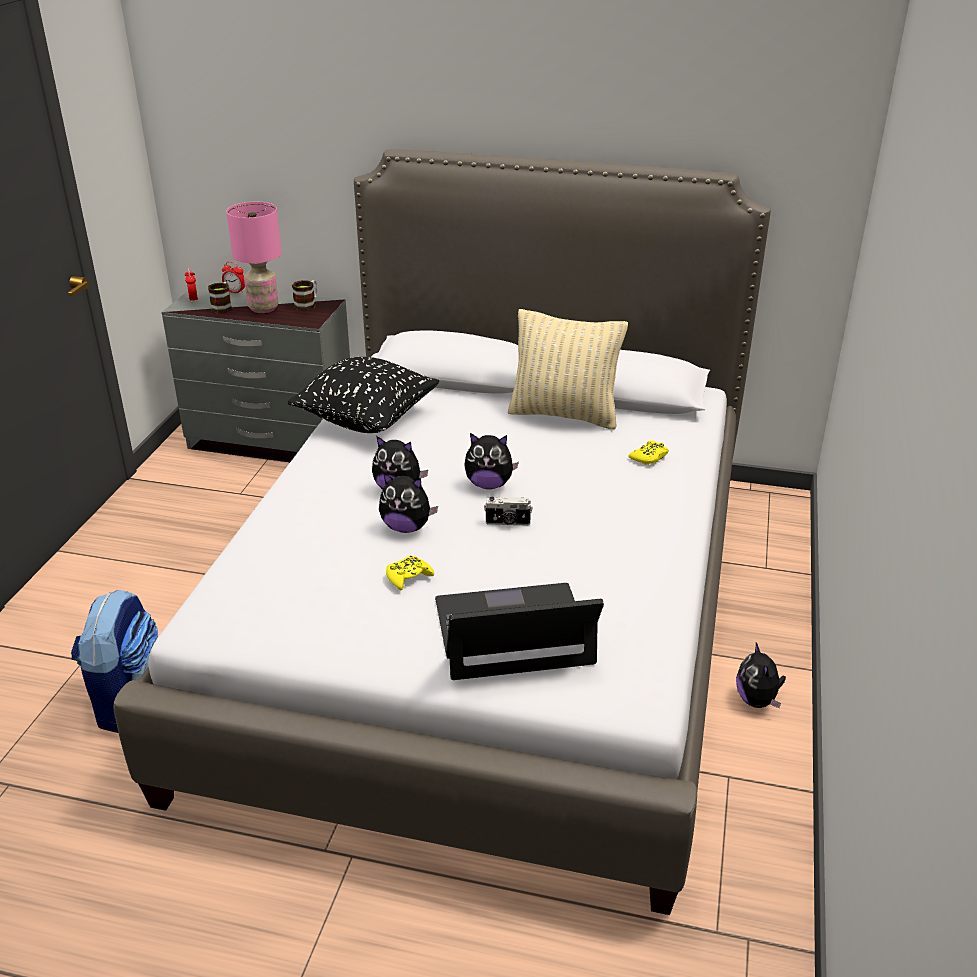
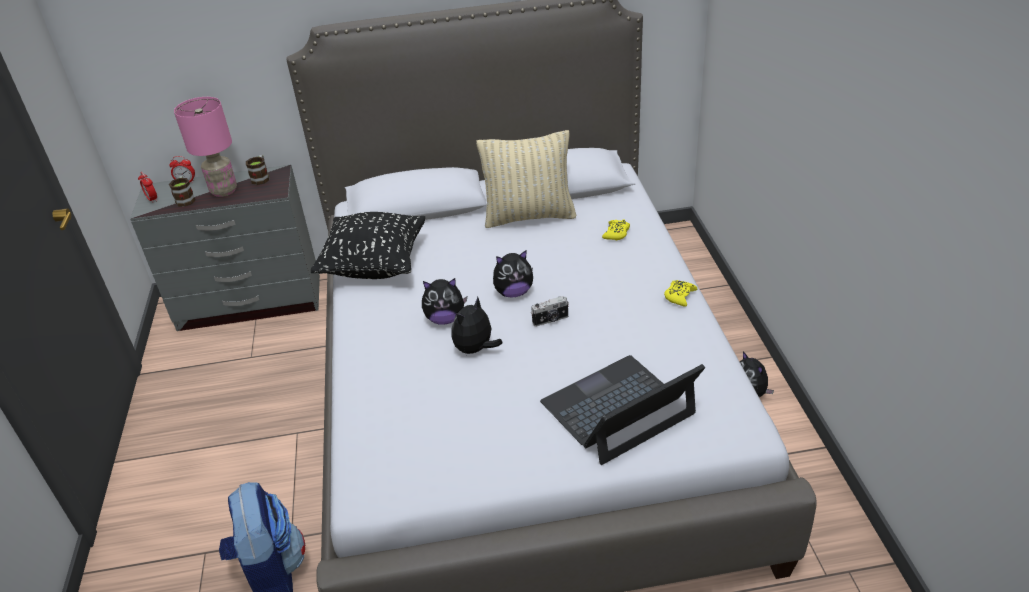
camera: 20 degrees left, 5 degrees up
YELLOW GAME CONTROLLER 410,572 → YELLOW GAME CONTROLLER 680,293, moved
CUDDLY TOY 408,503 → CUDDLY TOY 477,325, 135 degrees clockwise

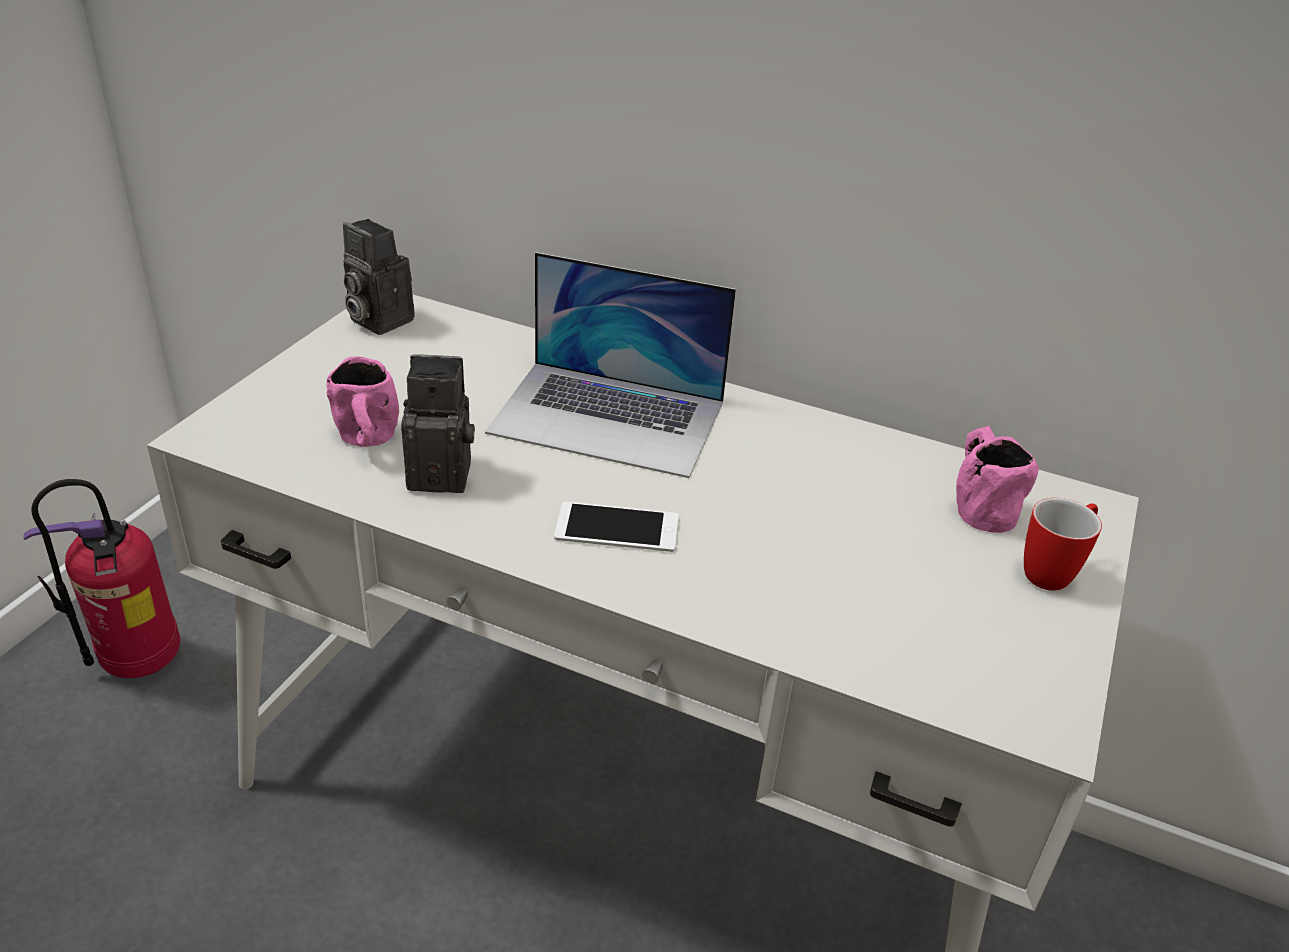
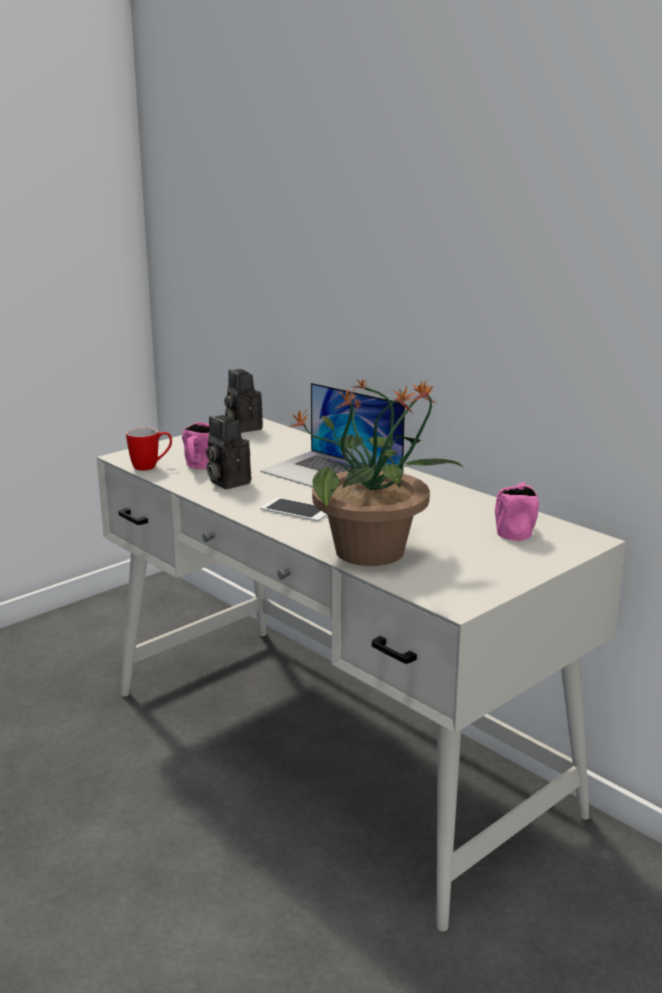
camera: 25 degrees right, 15 degrees down
FIRE EXTINGUISHER 101,578 → -
- → POTTED PLANT 376,472
MUG 1063,544 → MUG 149,449, moved
STILL CAMERA 438,423 → STILL CAMERA 228,452, 150 degrees counterclockwise

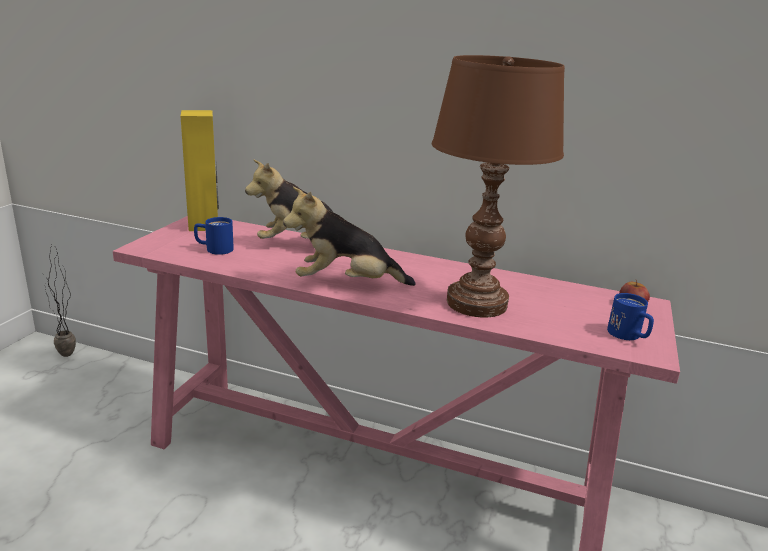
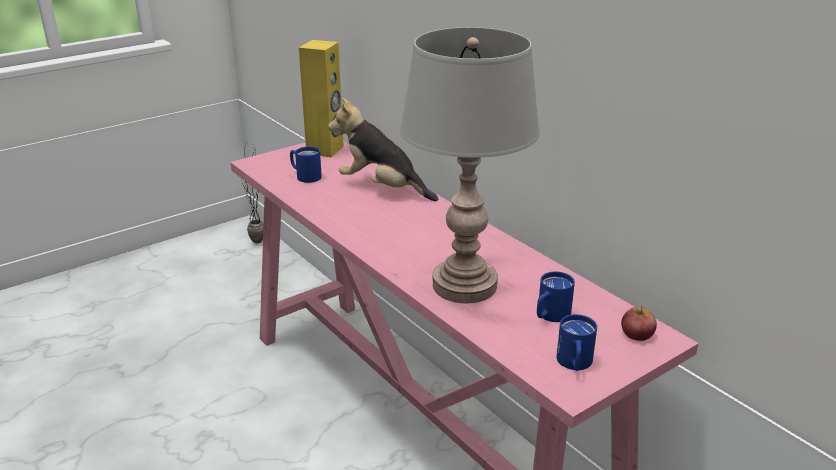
camera: 35 degrees right, 5 degrees up
CUDDLY TOY 349,236 → -
- → BLUISH MUG 556,297
BROWN-COLOURED LAMP FOR A TABLE 498,186 → GRAY LAMP FOR A TABLE 470,165

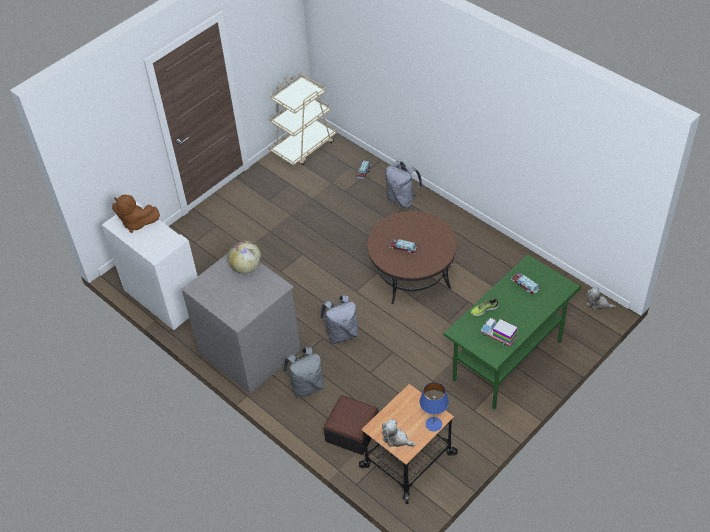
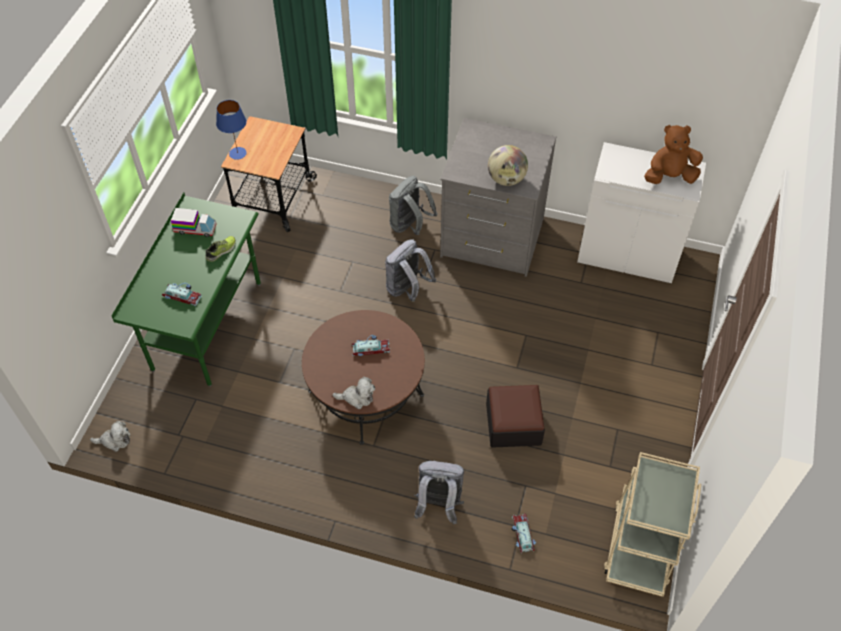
camera: 150 degrees right, 5 degrees up
FOOTREST 351,425 → FOOTREST 515,416, moved
CUDDLY TOY 398,433 → CUDDLY TOY 353,393, moved

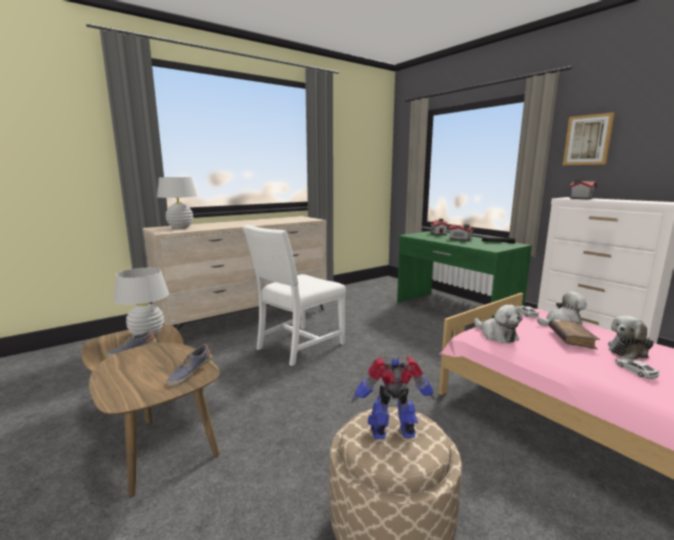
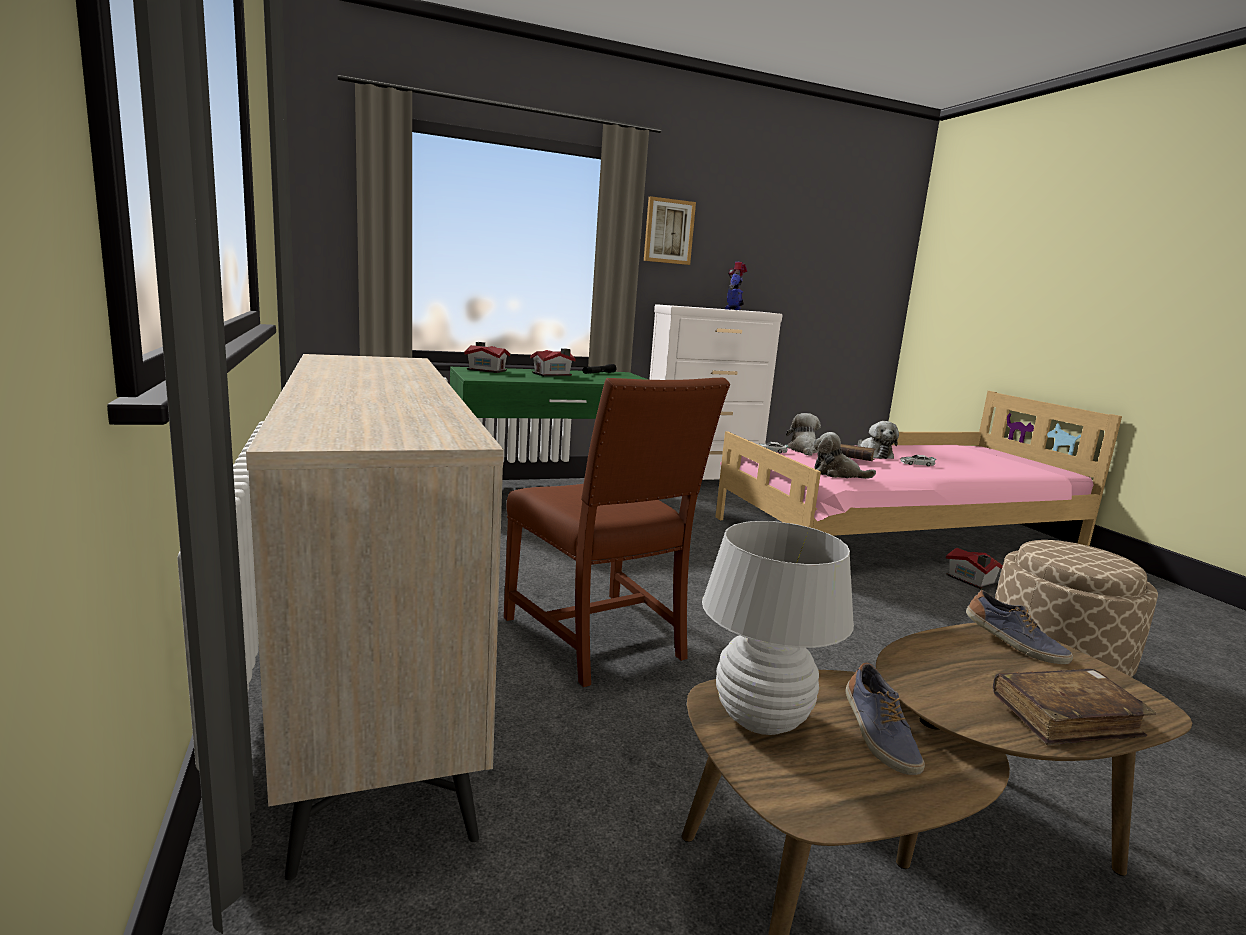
camera: 75 degrees left, 0 degrees up
WHITE-COLOURED LAMP FOR A TABLE 177,203 → -
- → BROWN-COLOURED BOOK 1074,707
ROBOT FIGURE 393,397 → ROBOT FIGURE 736,285, moved
MINIATURE HOUSE 583,189 → MINIATURE HOUSE 974,568, moved
WHITE-COLOURED PLAIN CHAIR 294,295 → BROWN-COLOURED PLAIN CHAIR 617,532
CUDDLY TOY 498,324 → CUDDLY TOY 844,455, 150 degrees counterclockwise

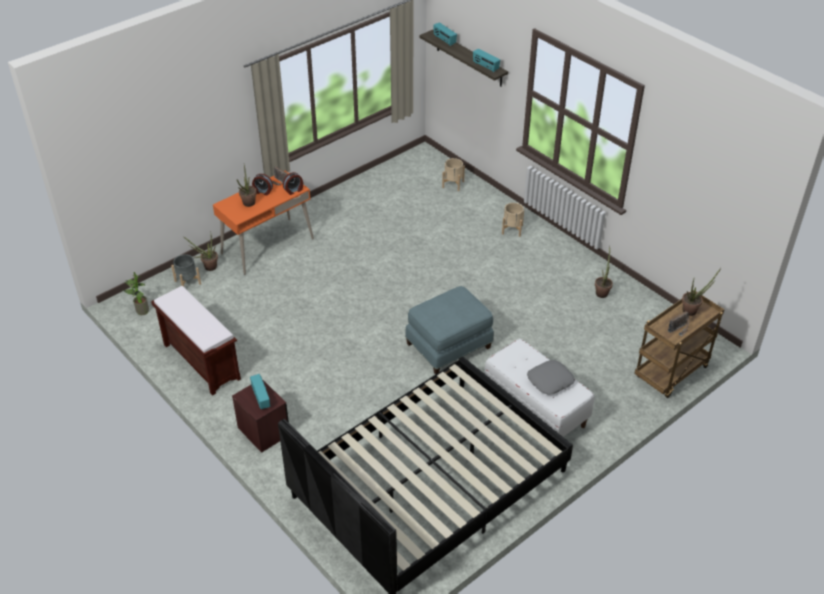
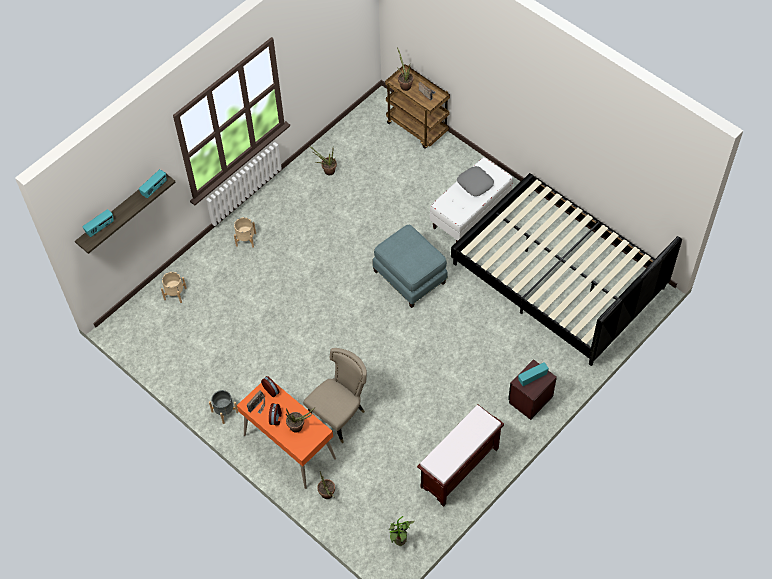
camera: 95 degrees left, 15 degrees up
- → SAND-COLOURED PLAIN CHAIR 335,395
GRAY PLANTER 186,270 → GRAY PLANTER 223,407, moved

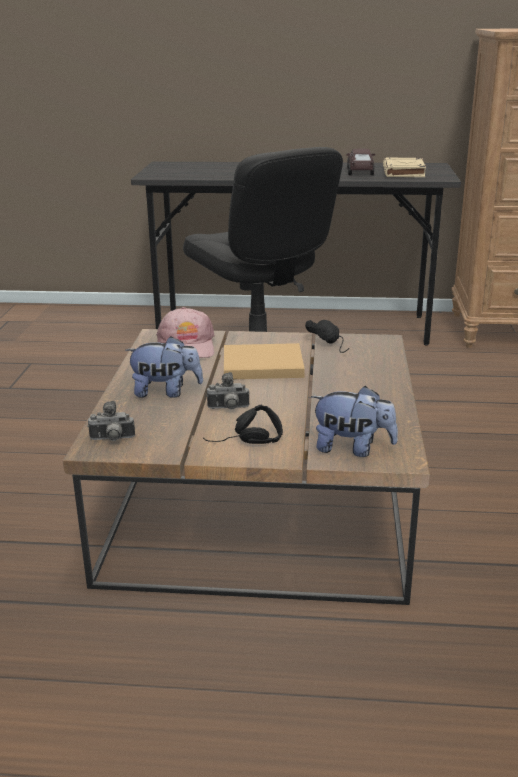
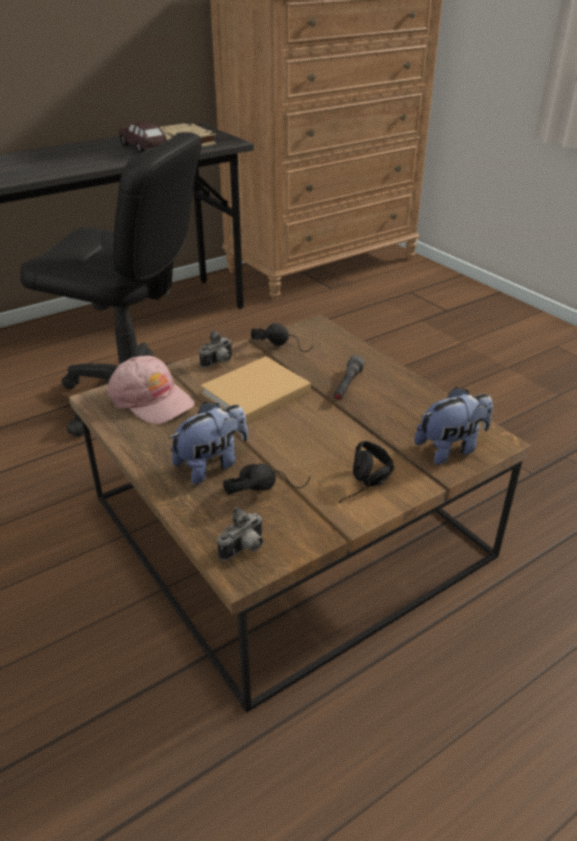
camera: 40 degrees left, 10 degrees up
- → BLACKISH HEADPHONES 266,479
- → GRAY HAND TORCH 349,377
STILL CAMERA 228,390 → STILL CAMERA 215,349, moved

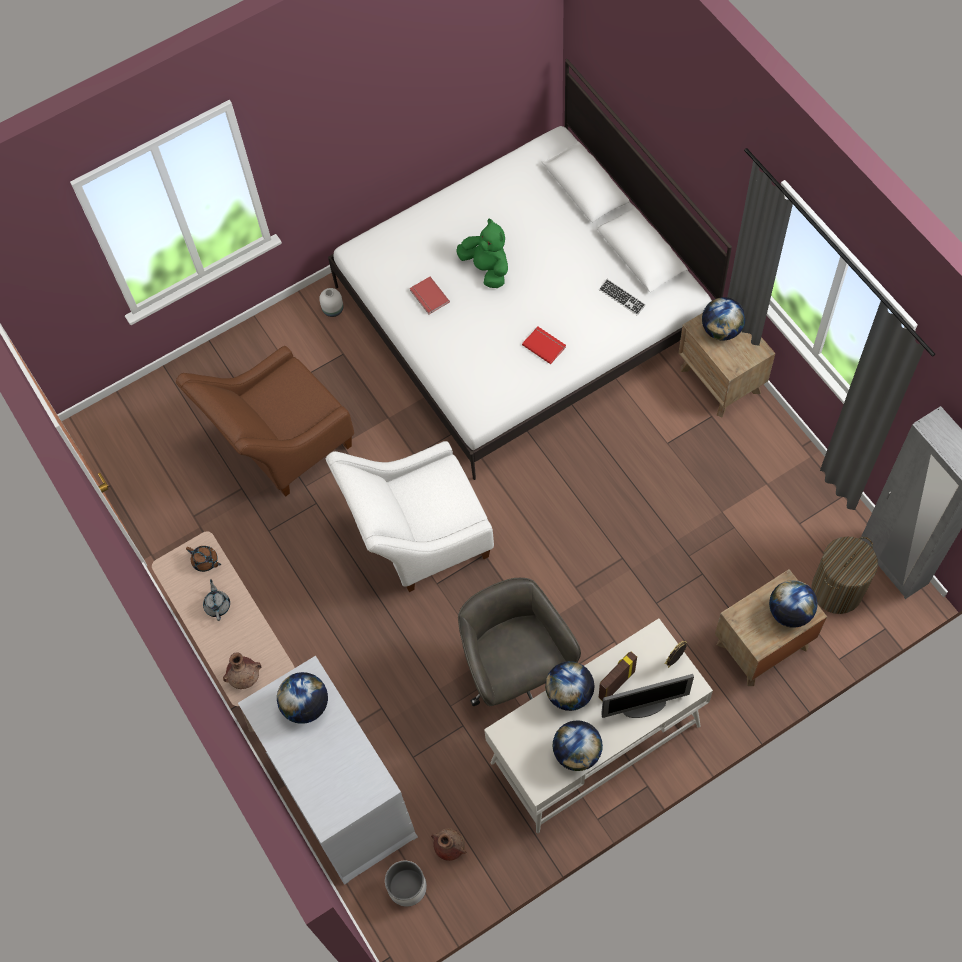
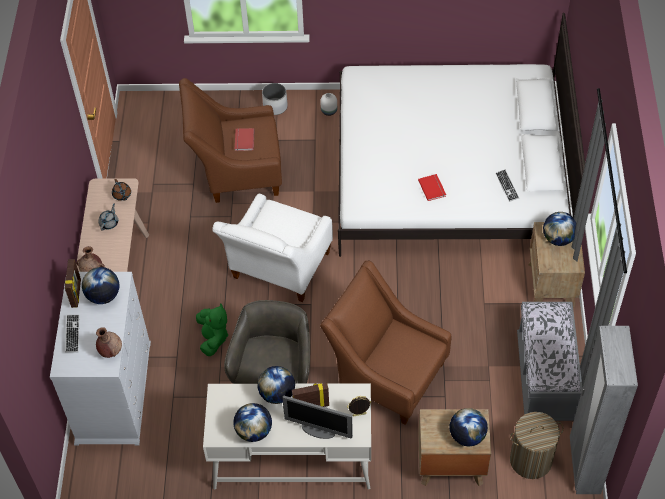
camera: 30 degrees right, 10 degrees down
- → PHOTO FRAME 73,283
- → COMPUTER KEYBOARD 72,333
- → BROWN-COLOURED LOUNGE CHAIR 385,343
- → GRAY INDOOR BENCH 550,361
WHITE-COLOURED PLANTER 406,884 → WHITE-COLOURED PLANTER 275,99, moved
RED BOOK 430,295 → RED BOOK 245,139, moved
BROWN-COLOURED DECORATIVE VASE 448,844 → BROWN-COLOURED DECORATIVE VASE 109,342, moved
GREENISH CUDDLY TOY 482,253 → GREENISH CUDDLY TOY 212,330, moved
WHITE-COLOURED LOUNGE CHAIR 410,516 → WHITE-COLOURED LOUNGE CHAIR 272,248, 75 degrees counterclockwise

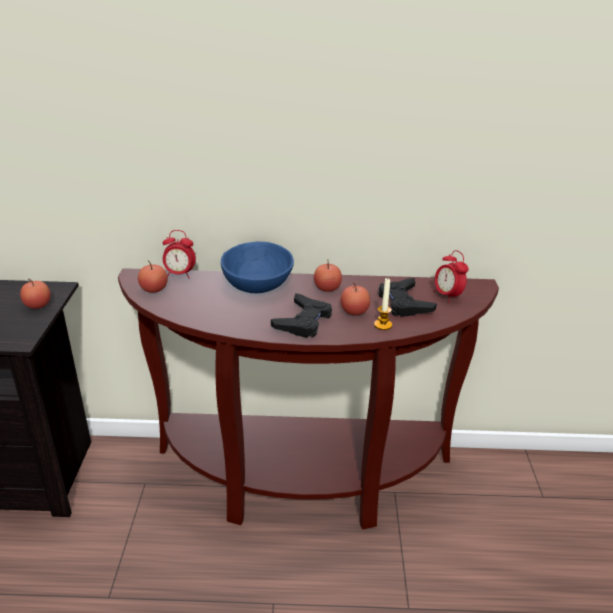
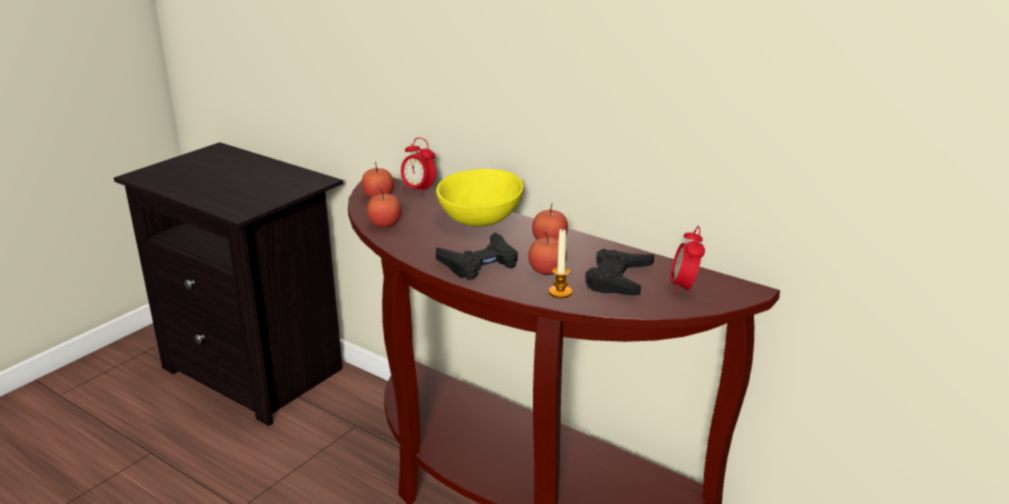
camera: 35 degrees right, 5 degrees down
APPLE 35,293 → APPLE 384,207, moved
BLUISH SERVING BOWL 257,267 → YELLOW SERVING BOWL 480,197

